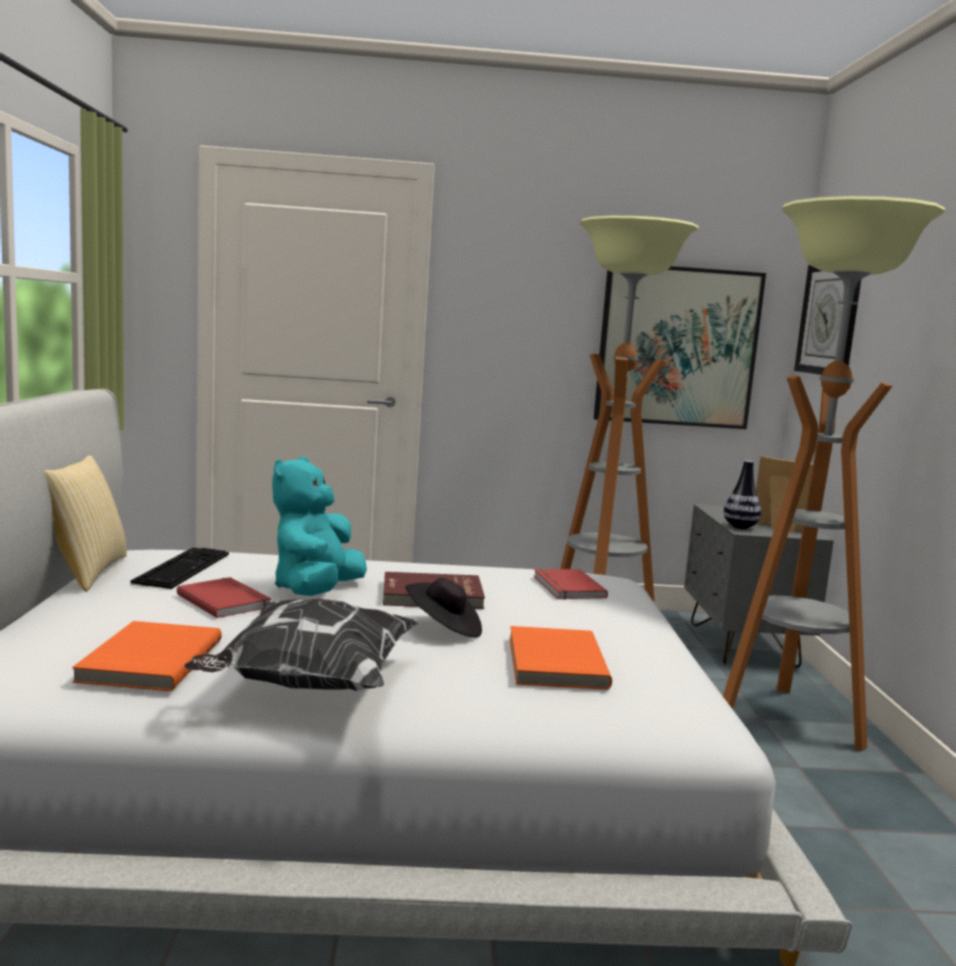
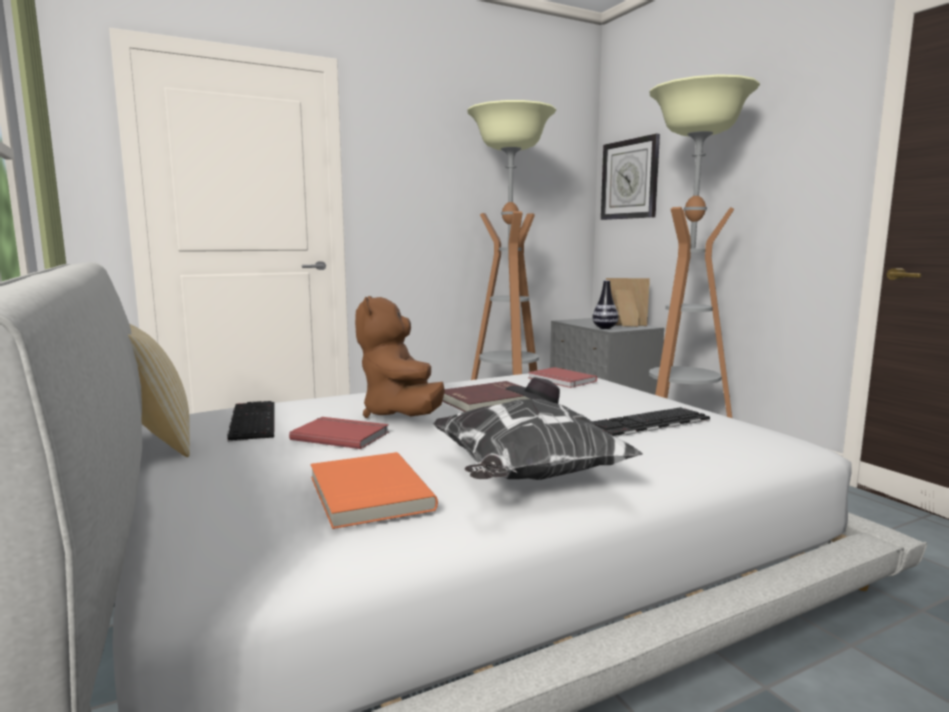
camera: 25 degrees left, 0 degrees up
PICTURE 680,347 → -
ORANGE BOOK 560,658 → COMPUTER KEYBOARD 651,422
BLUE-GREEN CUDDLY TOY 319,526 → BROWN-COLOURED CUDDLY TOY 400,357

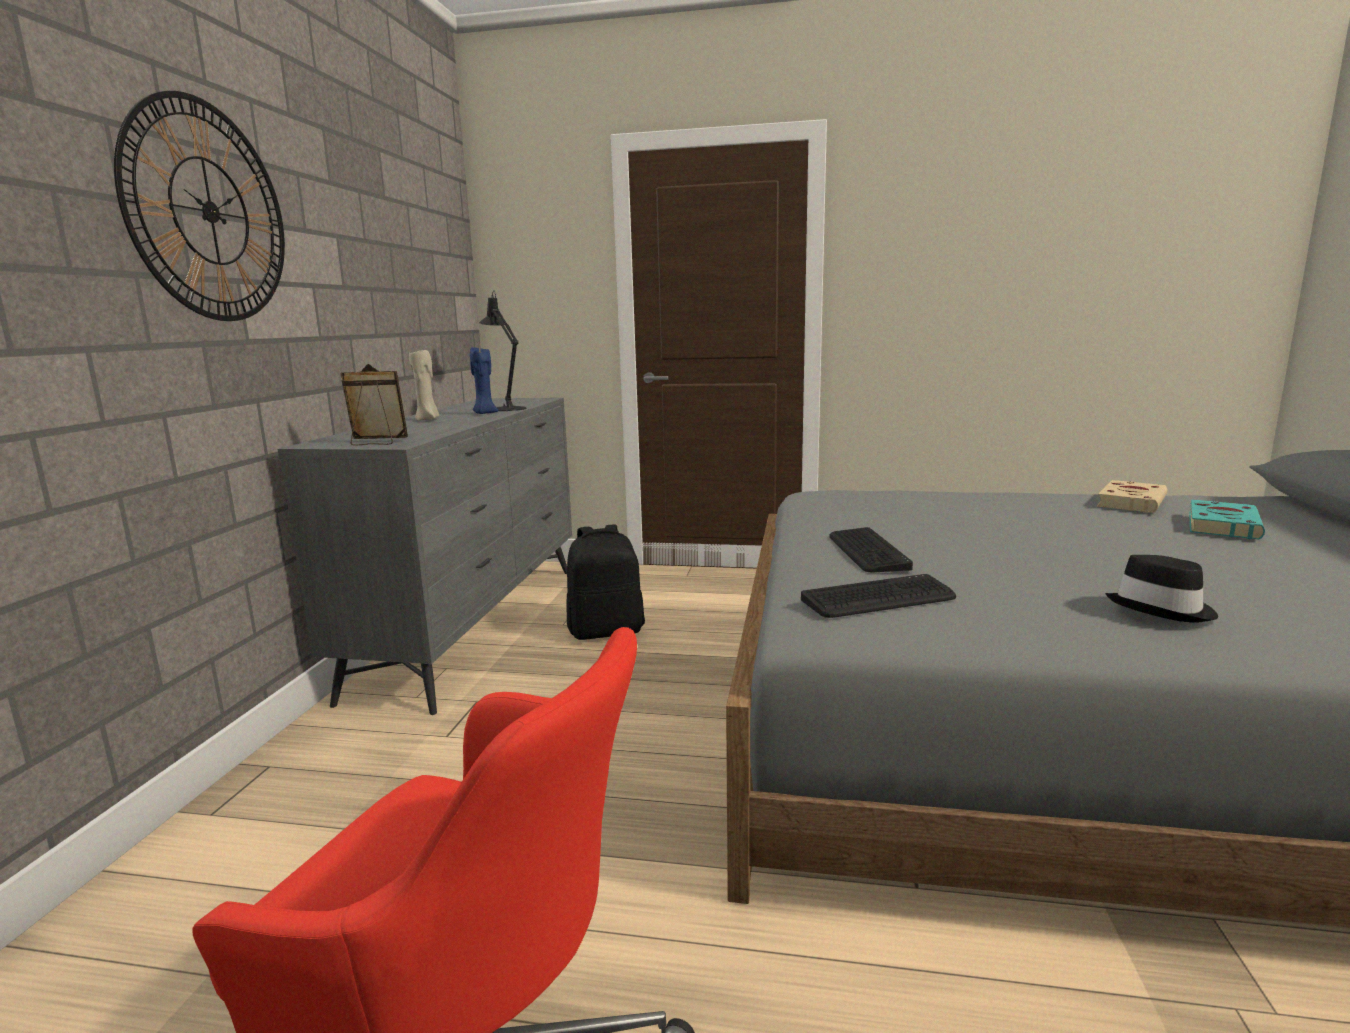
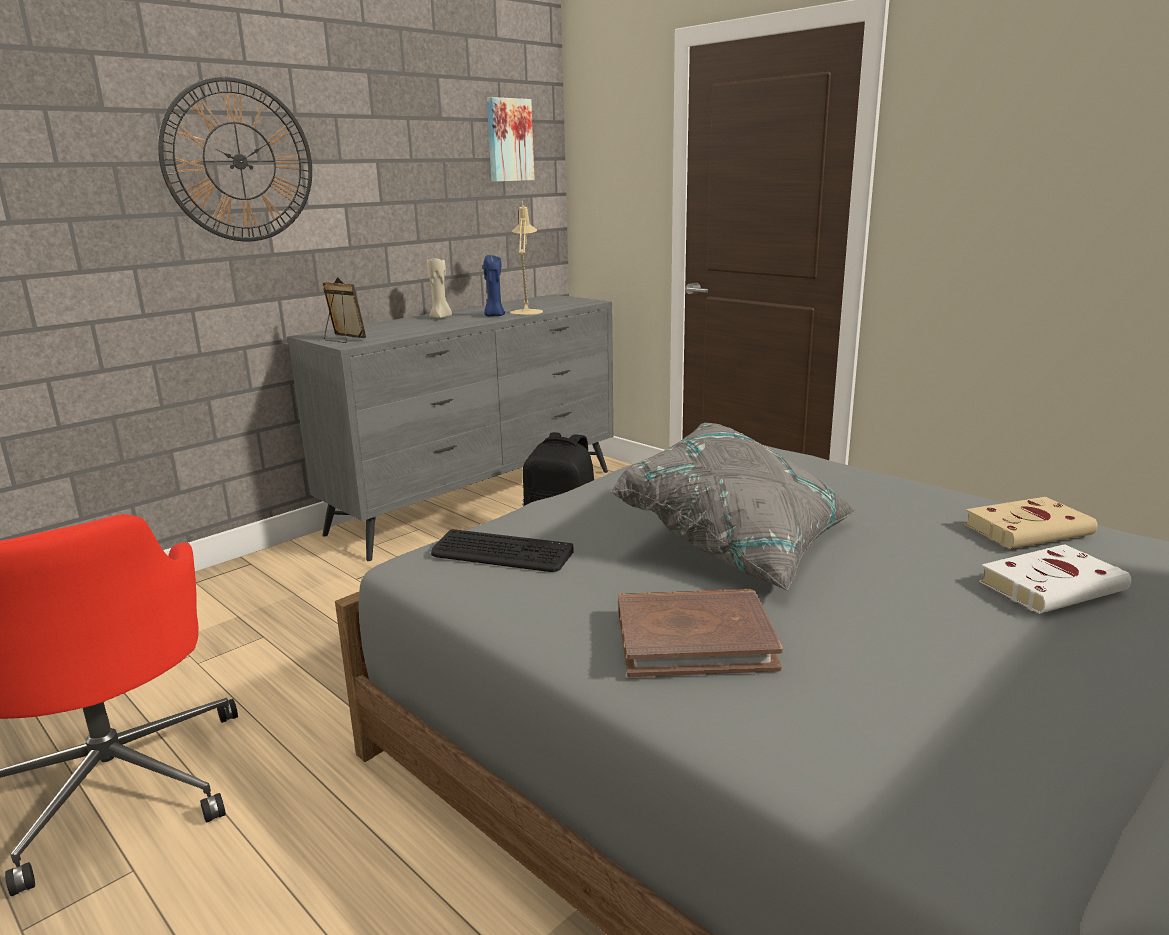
camera: 35 degrees right, 5 degrees up
COMPUTER KEYBOARD 871,550 → -
- → PICTURE 511,139
- → GRAY PILLOW 734,507
BLACKISH HAT 1161,589 → BROWN-COLOURED BOOK 700,633
BLACKISH LAMP FOR A TABLE 503,350 → SAND-COLOURED LAMP FOR A TABLE 526,258
BLUE-GREEN BOOK 1227,519 → WHITE-COLOURED BOOK 1055,579

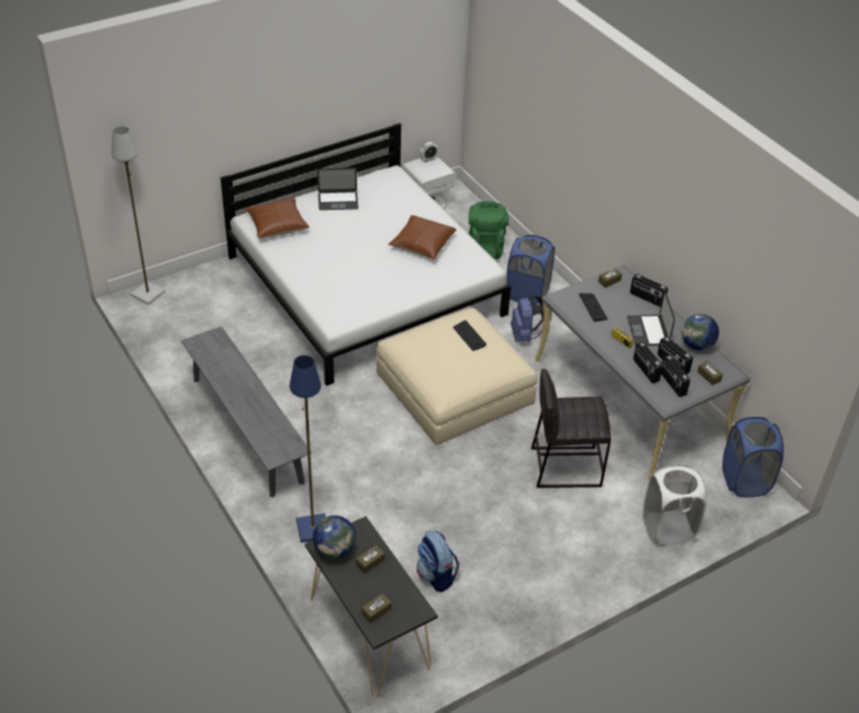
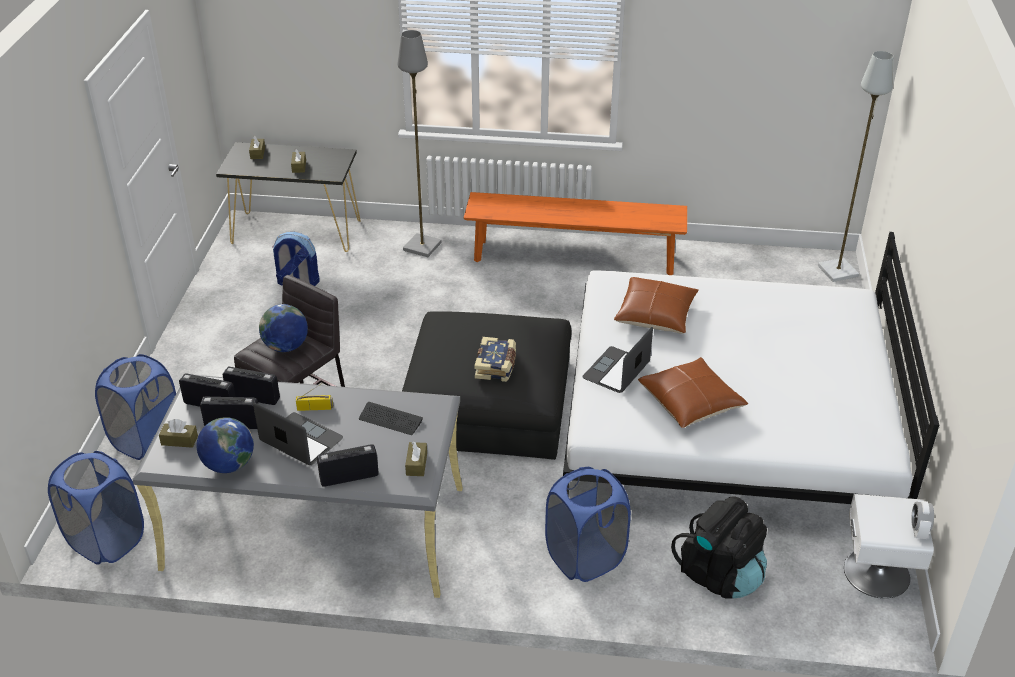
camera: 130 degrees right, 5 degrees down
BLUISH RUCKSACK 527,318 → -
BROWN-COLOURED PILLOW 277,218 → BROWN-COLOURED PILLOW 656,305, moved
GLOBE 334,537 → GLOBE 283,328, moved
LAPTOP 337,189 → LAPTOP 617,360, moved
COMPUTER KEYBOARD 470,335 → BOOK 495,359
GRAY INDOOR BENCH 246,412 → ORANGE INDOOR BENCH 575,233
BLUISH STANDING LAMP 308,449 → GRAY STANDING LAMP 420,143
SAND-COLOURED FOOTREST 456,377 → BLACKISH FOOTREST 486,385
GREENISH RUCKSACK 488,230 → BLACKISH RUCKSACK 719,548
WHITE-COLOURED HAMPER 675,504 → BLUISH HAMPER 135,407

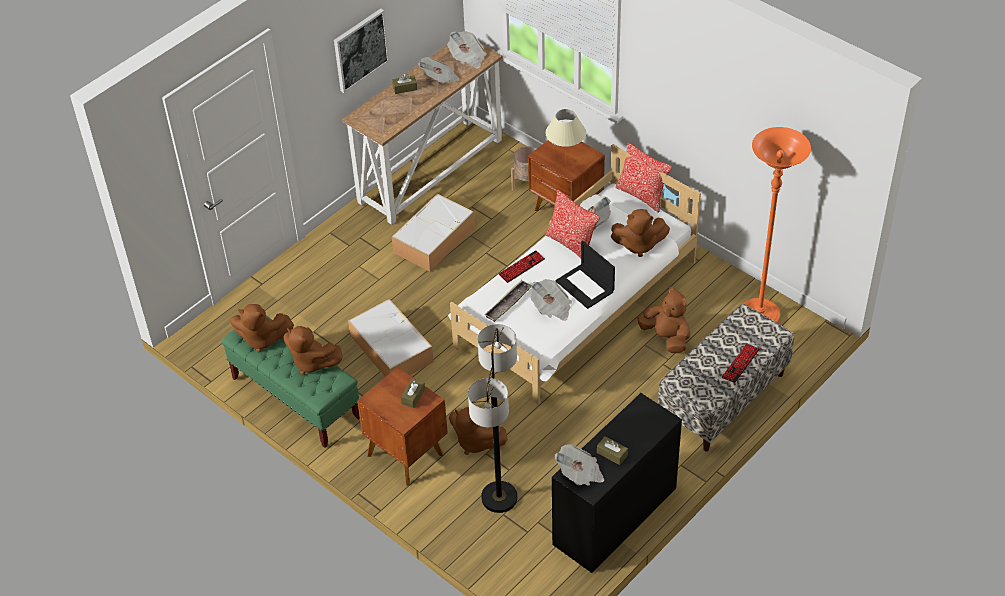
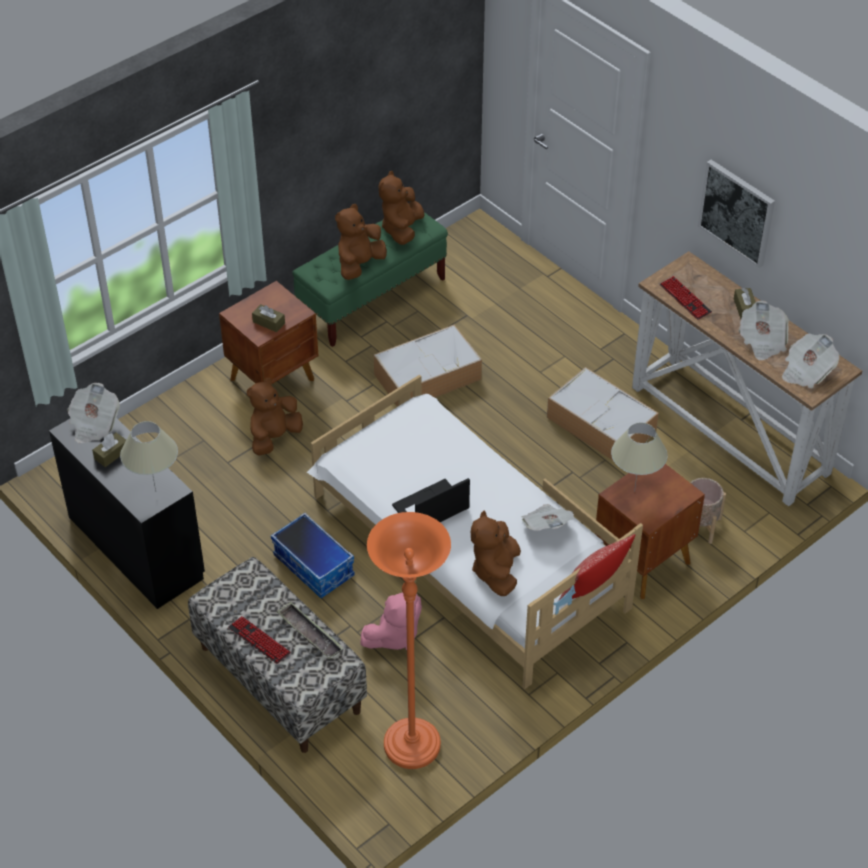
camera: 95 degrees right, 0 degrees up
STANDING LAMP 492,418 → -
DAILY PAPER 551,300 → -
PILLOW 573,224 → -
- → SAND-COLOURED LAMP FOR A TABLE 149,456
- → STORAGE BIN 313,555
TRAY 507,301 → TRAY 310,630, moved
COMPUTER KEYBOARD 522,266 → COMPUTER KEYBOARD 686,298, moved
BROWN-COLOURED CUDDLY TOY 664,319 → PINKISH CUDDLY TOY 391,621

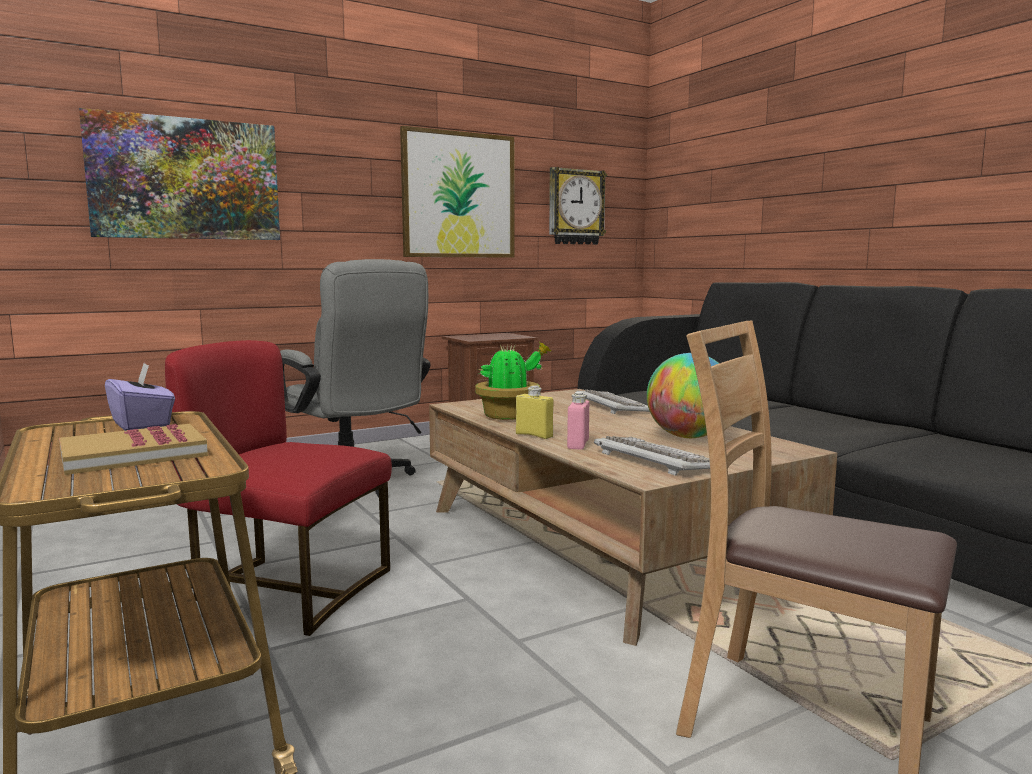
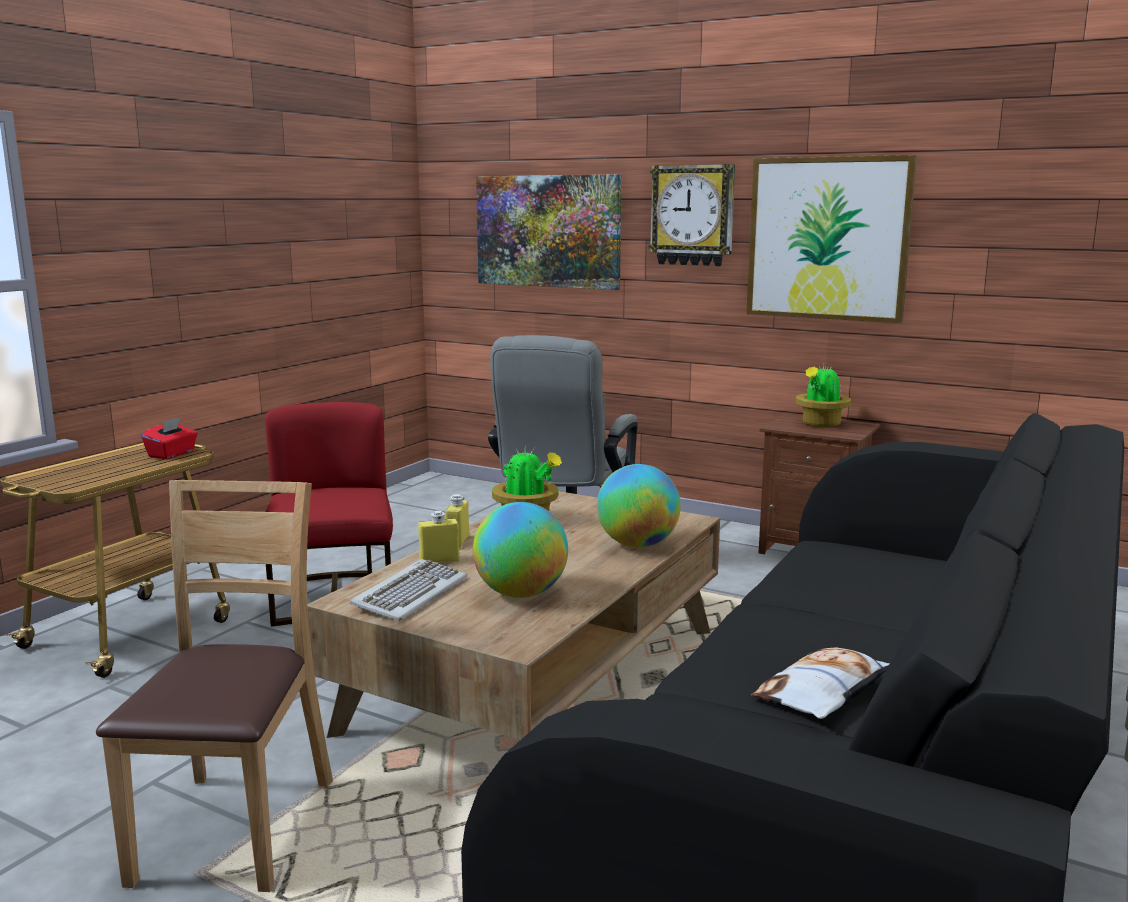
camera: 60 degrees right, 5 degrees up
BOOK 133,449 → -
- → PILLOW 820,683
- → POTTED PLANT 823,395
WALL CLOCK 578,206 → WALL CLOCK 692,215, moved
COMPUTER KEYBOARD 613,401 → GLOBE 639,506
PURPLISH TISSUE HOLDER 140,397 → RED TISSUE HOLDER 169,438
PINKISH BEVERAGE BOTTLE 578,421 → YELLOW BEVERAGE BOTTLE 439,536

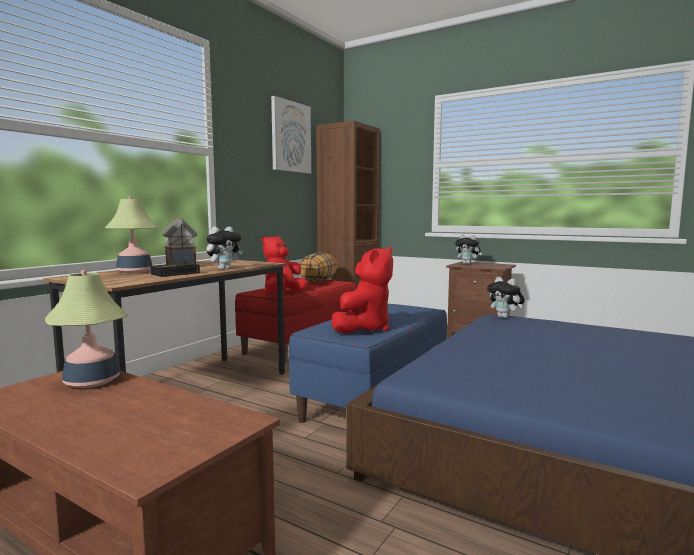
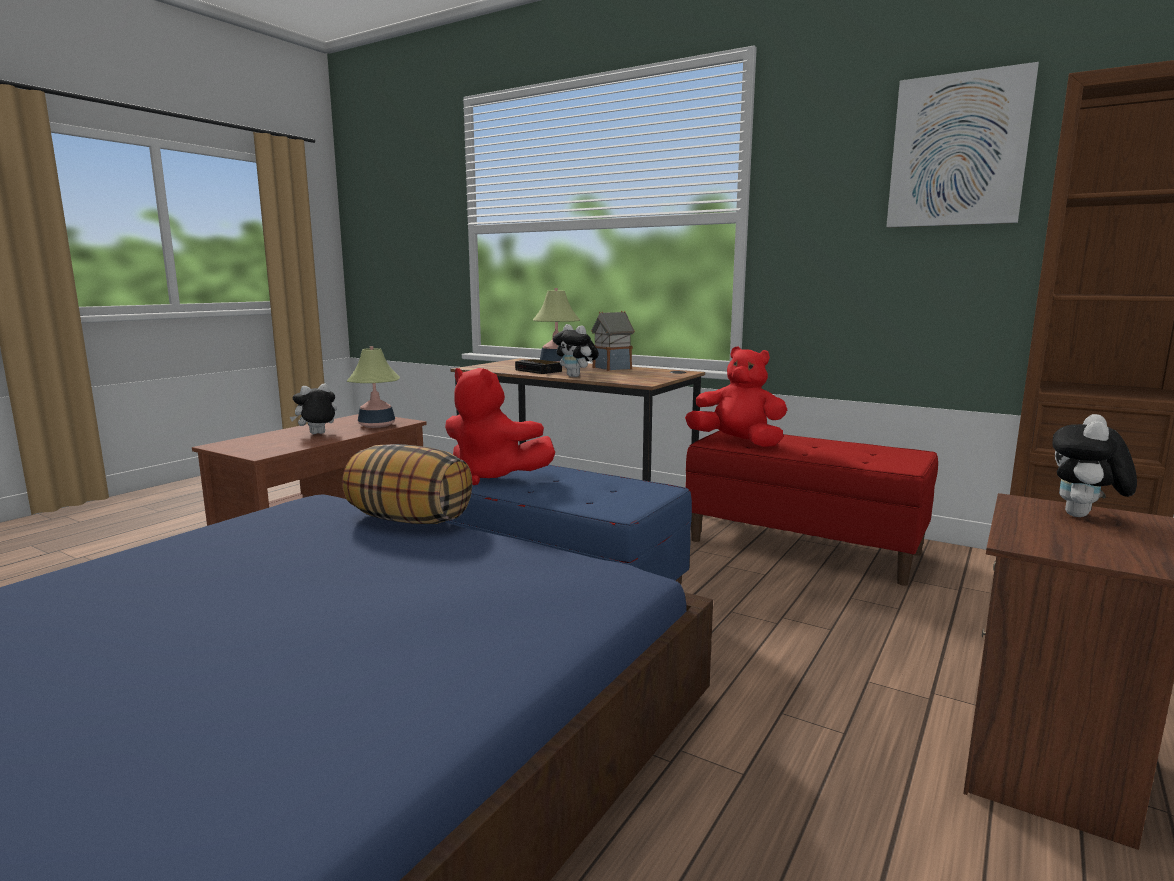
camera: 90 degrees right, 5 degrees up
PILLOW 318,267 → PILLOW 407,484, moved
CUDDLY TOY 506,297 → CUDDLY TOY 313,408, moved

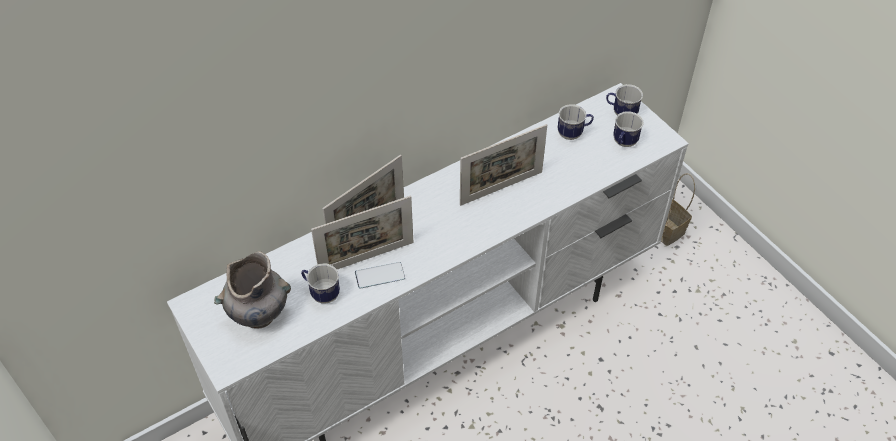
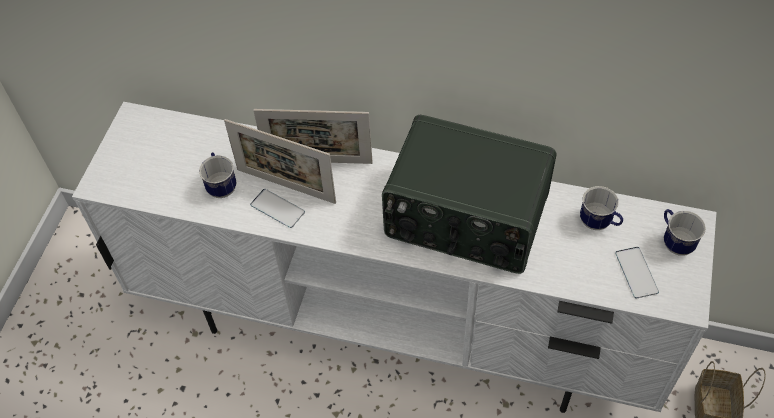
camera: 50 degrees right, 5 degrees up
GRAY DECORATIVE VASE 252,290 → -
PHOTO FRAME 503,165 → RADIO RECEIVER 469,194
MUG 628,129 → HANDSET 637,272

